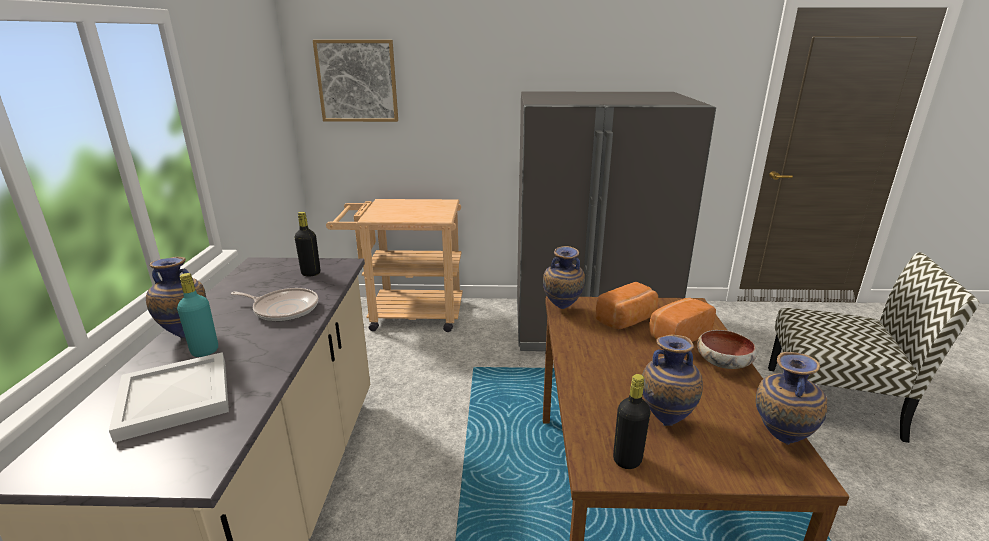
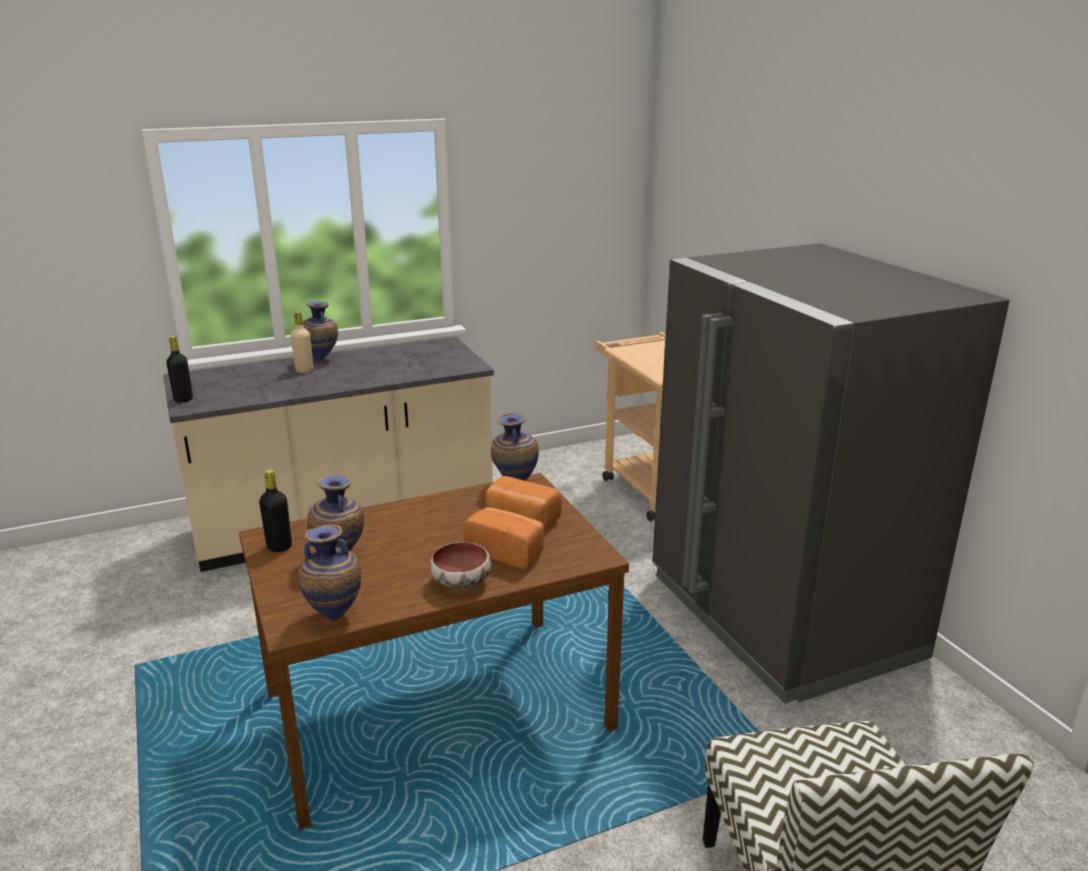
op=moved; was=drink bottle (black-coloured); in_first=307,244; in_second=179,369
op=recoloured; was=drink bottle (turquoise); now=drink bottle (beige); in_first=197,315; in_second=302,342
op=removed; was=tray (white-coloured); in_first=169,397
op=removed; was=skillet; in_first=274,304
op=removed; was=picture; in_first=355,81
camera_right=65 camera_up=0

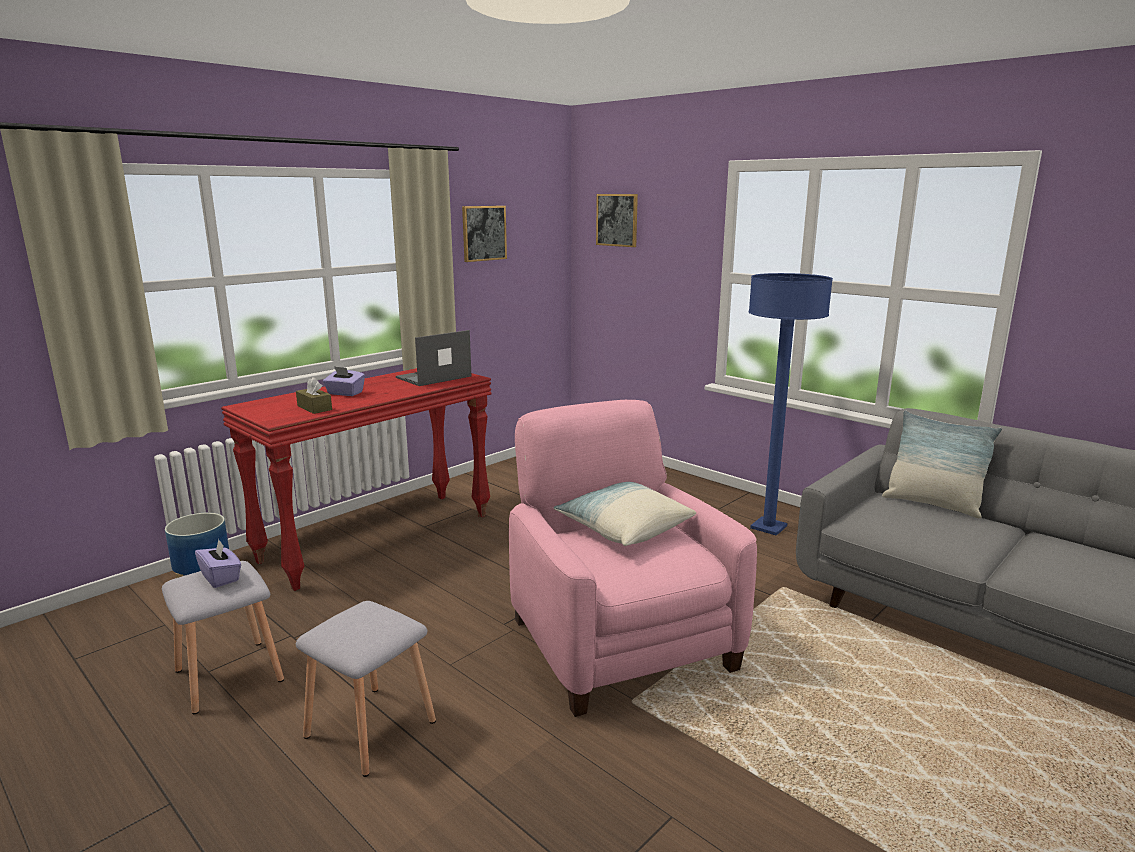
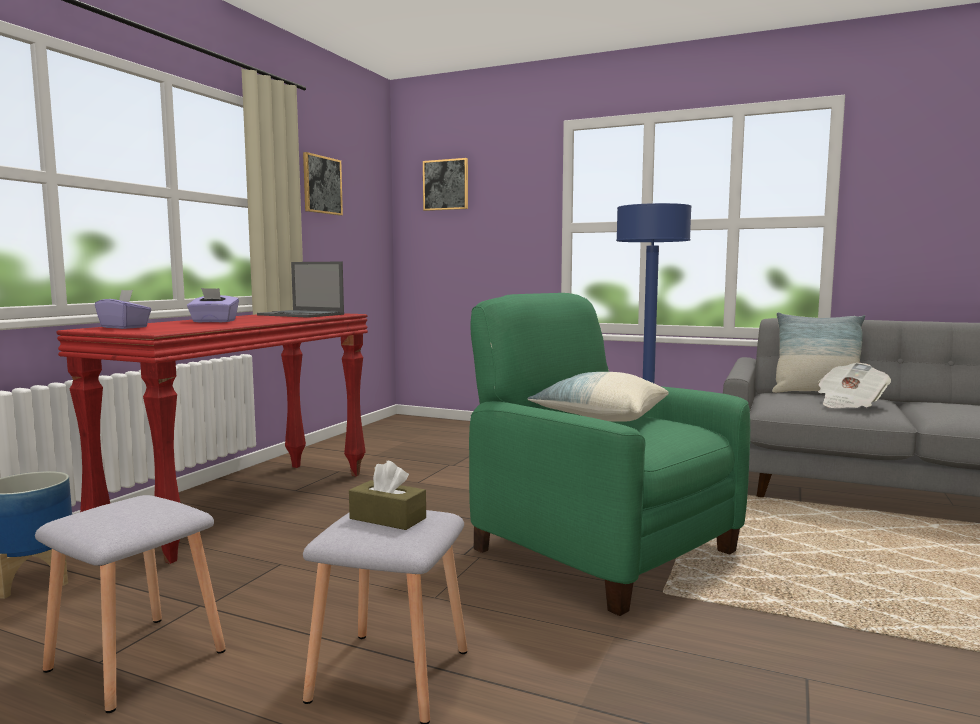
op=moved; was=tissue box (purple); in_first=218,563; in_second=123,309
op=turned; was=notebook computer; in_first=434,358; in_second=300,290; clockwise=-90
op=moved; was=tissue box (brown); in_first=314,395; in_second=387,495
op=recoloured; was=lounge chair (pinkish); now=lounge chair (greenish); in_first=633,558; in_second=609,454
op=added; now=daily paper; in_second=854,385
camera_right=-20 camera_up=-10

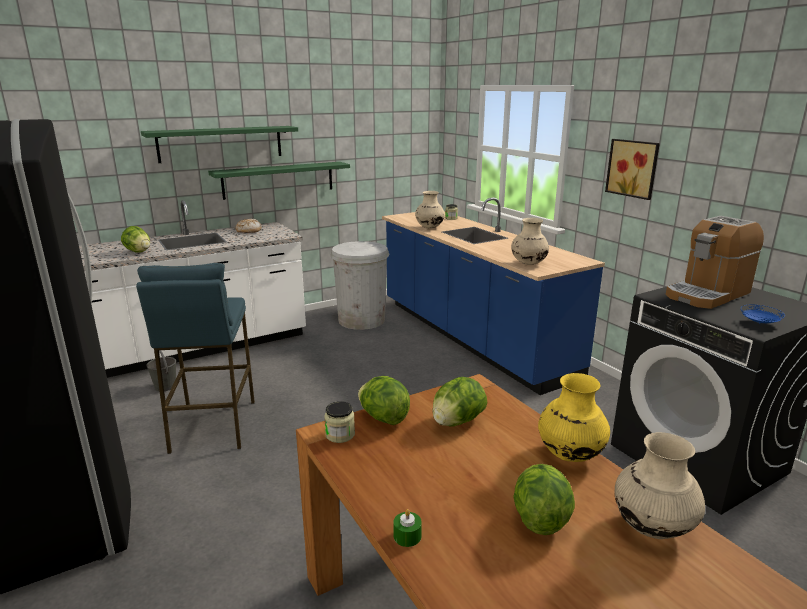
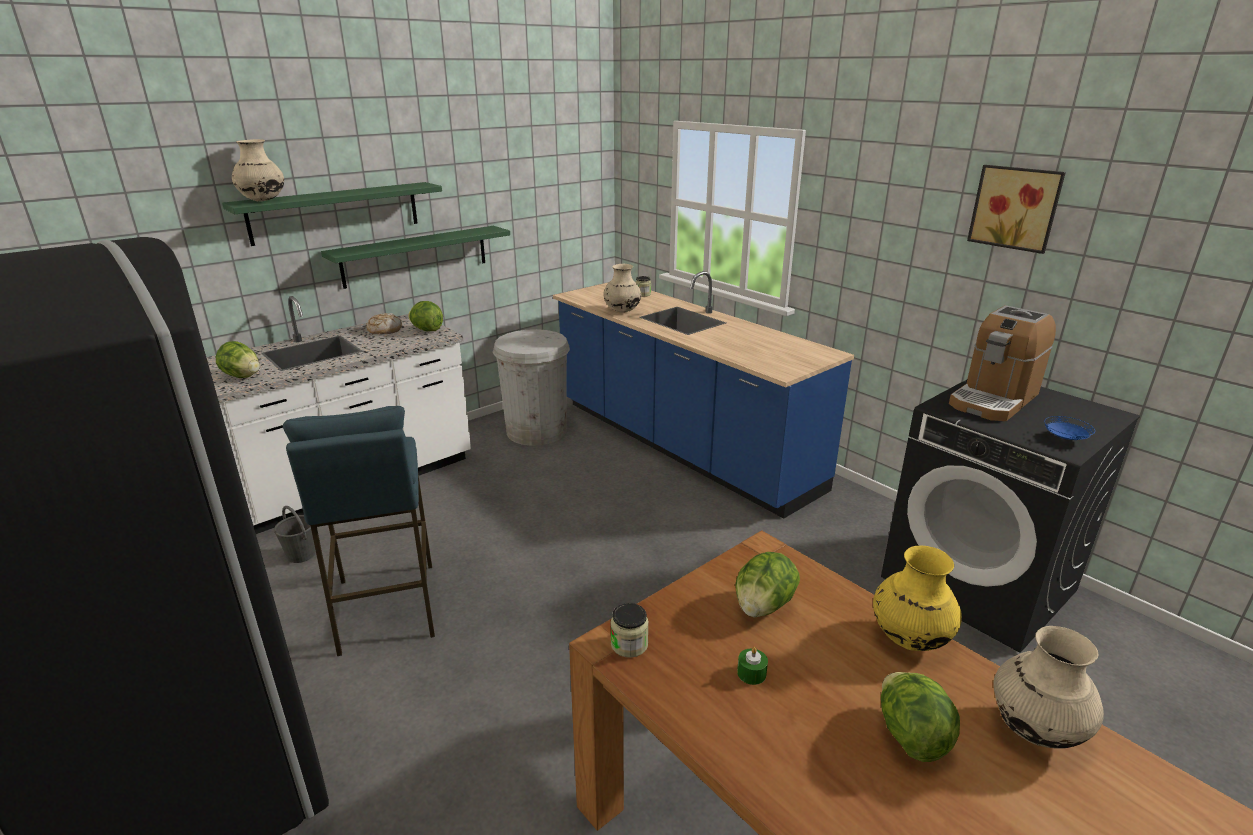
op=moved; was=flower vase (beige); in_first=530,241; in_second=258,170
op=moved; was=lettuce; in_first=384,400; in_second=425,316
op=moved; was=wax light (greenish); in_first=407,528; in_second=752,666
op=moved; was=picture; in_first=632,169; in_second=1016,209
camera_right=-10 camera_up=5

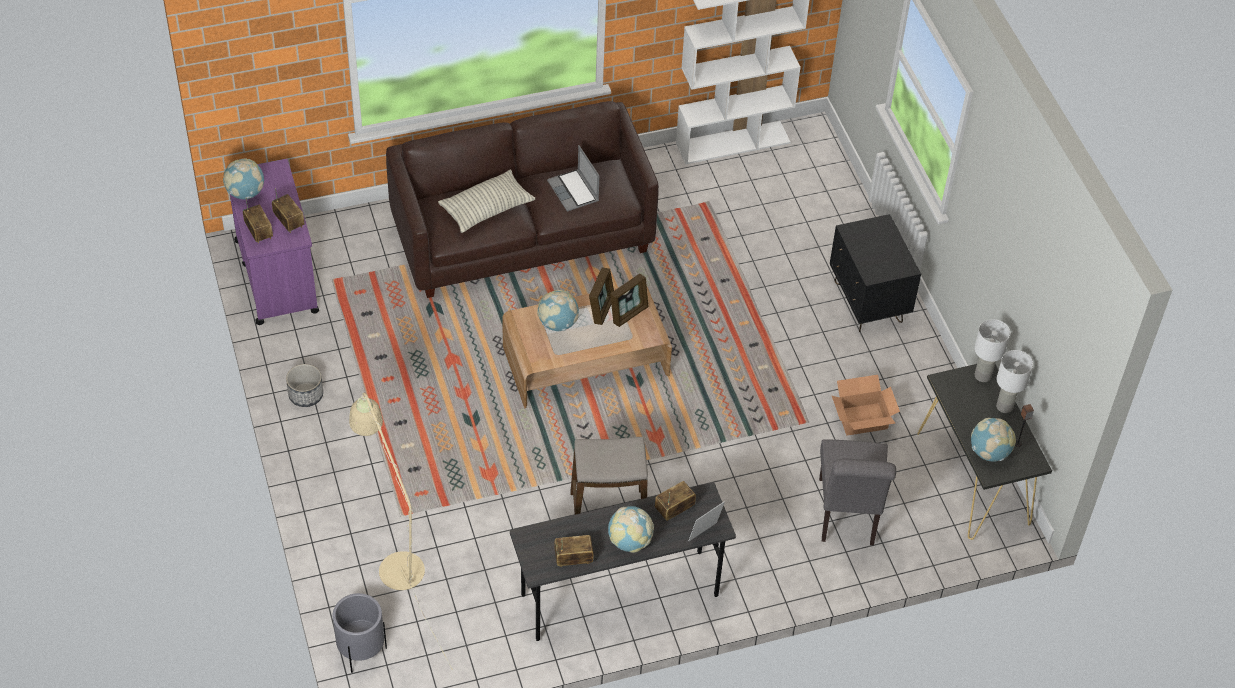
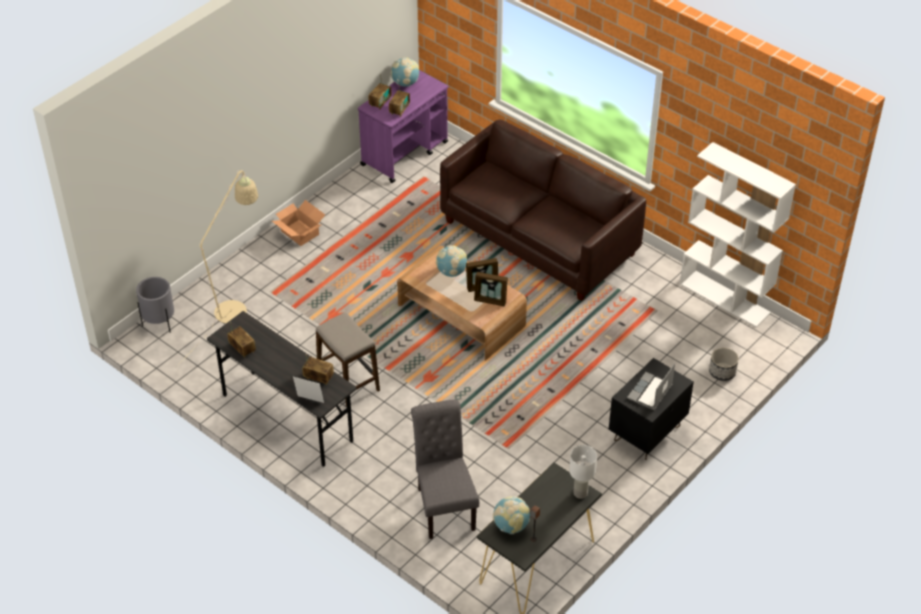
op=moved; was=carton; in_first=866,405; in_second=298,223
op=turned; was=plain chair (grey); in_first=857,492; in_second=445,469; clockwise=105
op=moved; was=notebook computer; in_first=573,178; in_second=651,386
op=moved; was=flower pot; in_first=304,385; in_second=724,364
op=removed; was=pillow; in_first=486,201
op=removed; was=desk globe; in_first=631,529
op=removed; was=tabletop lamp (white-coloured); in_first=1014,381
camera_right=60 camera_up=-5

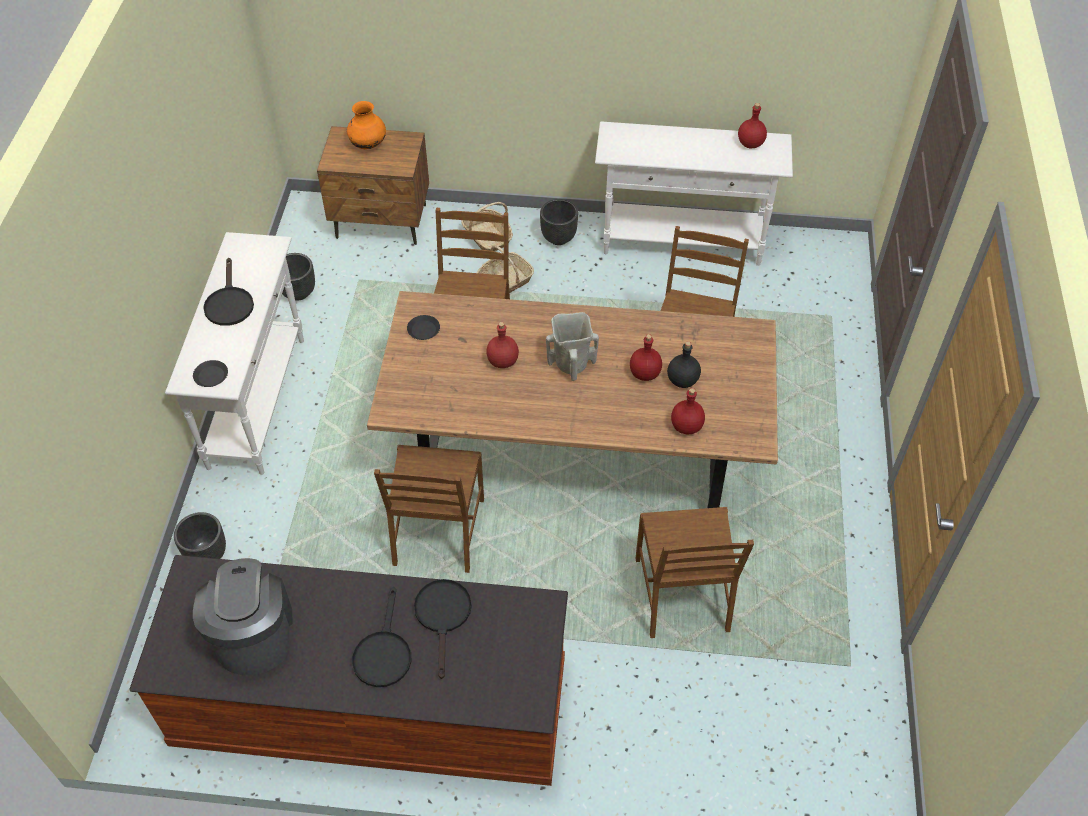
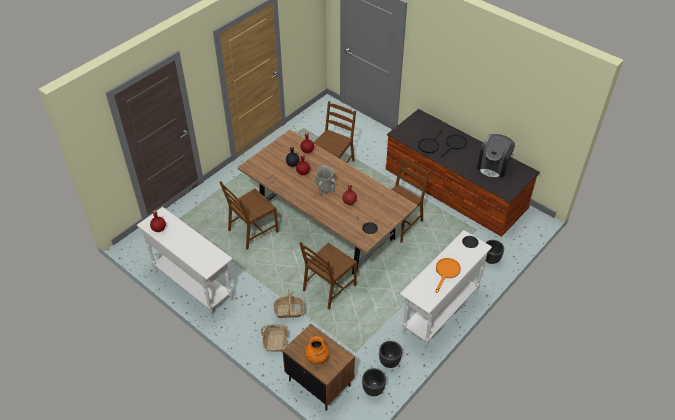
op=moved; was=flower pot (black-coloured); in_first=559,222; in_second=374,382
op=recoloured; was=skillet (black-coloured); now=skillet (orange); in_first=228,292; in_second=448,275
camera_right=-145 camera_up=-5

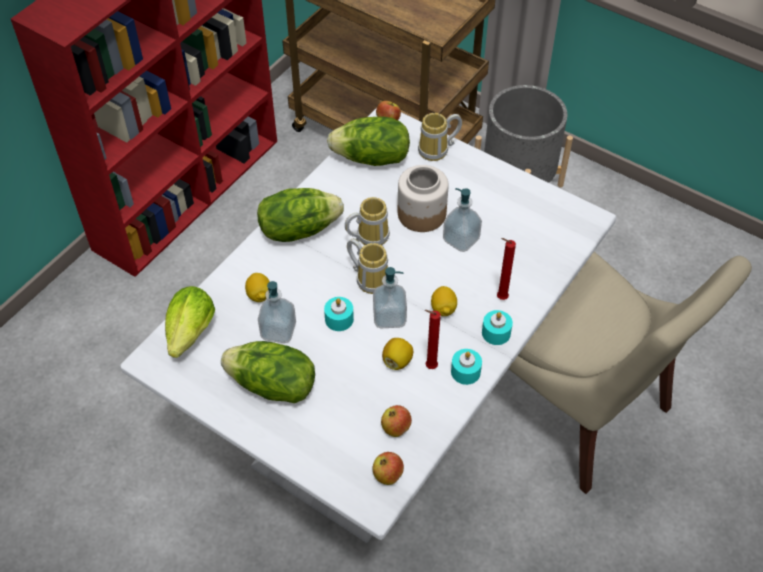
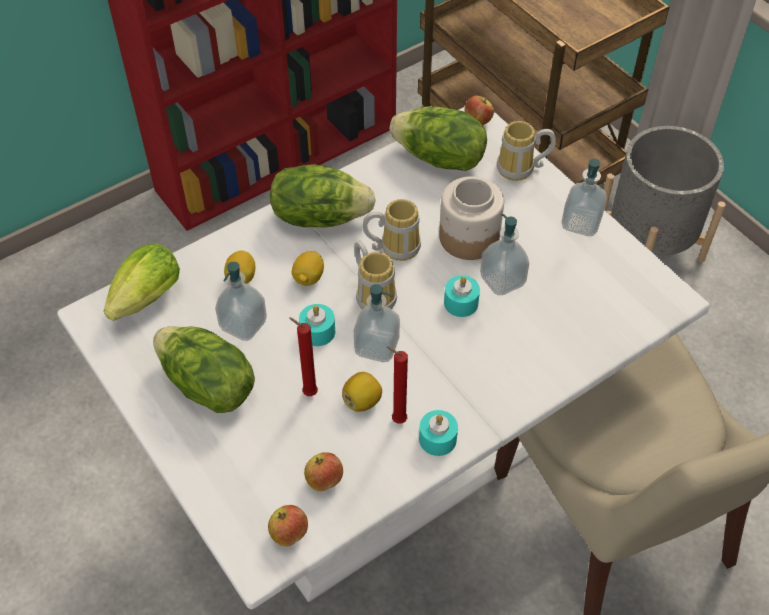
op=moved; was=wax light (reddish); in_first=506,269; in_second=303,356
op=moved; was=lemon; in_first=444,301; in_second=308,268
op=moved; was=wax light (turquoise); in_first=497,327; in_second=462,296
op=added; now=soap dispenser; in_second=584,197
camera_right=20 camera_up=0

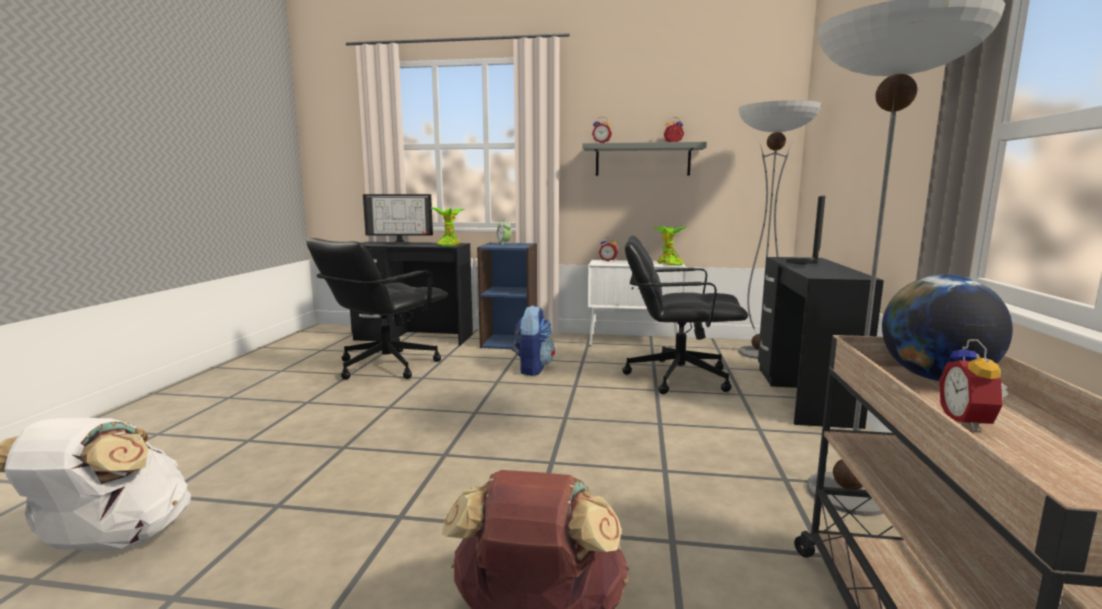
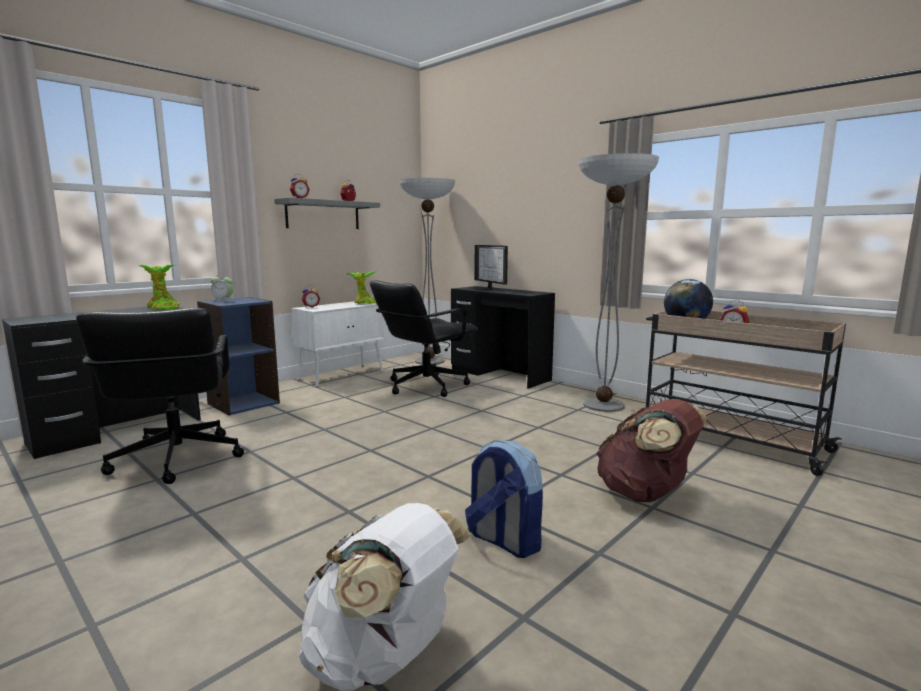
op=moved; was=backpack; in_first=533,340; in_second=504,499
op=removed; was=computer screen; in_first=398,219
camera_right=-55 camera_up=0

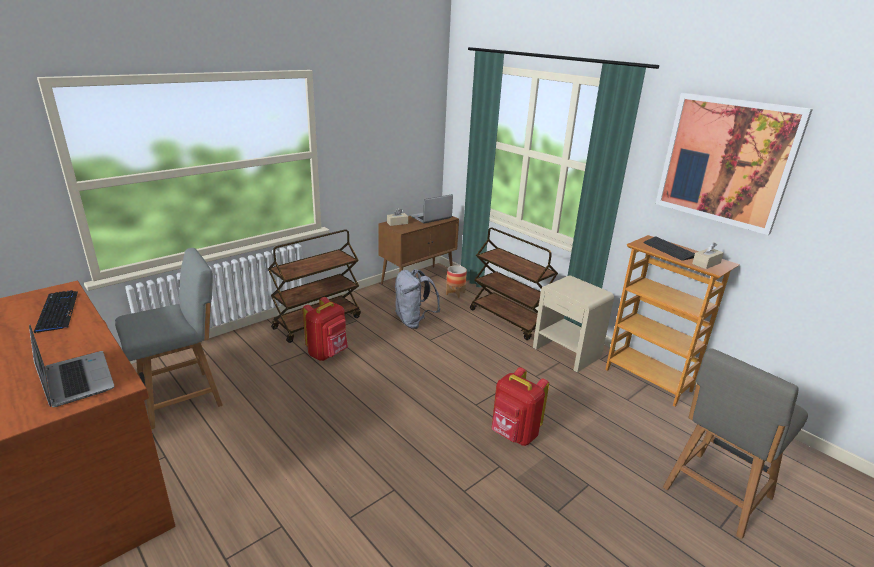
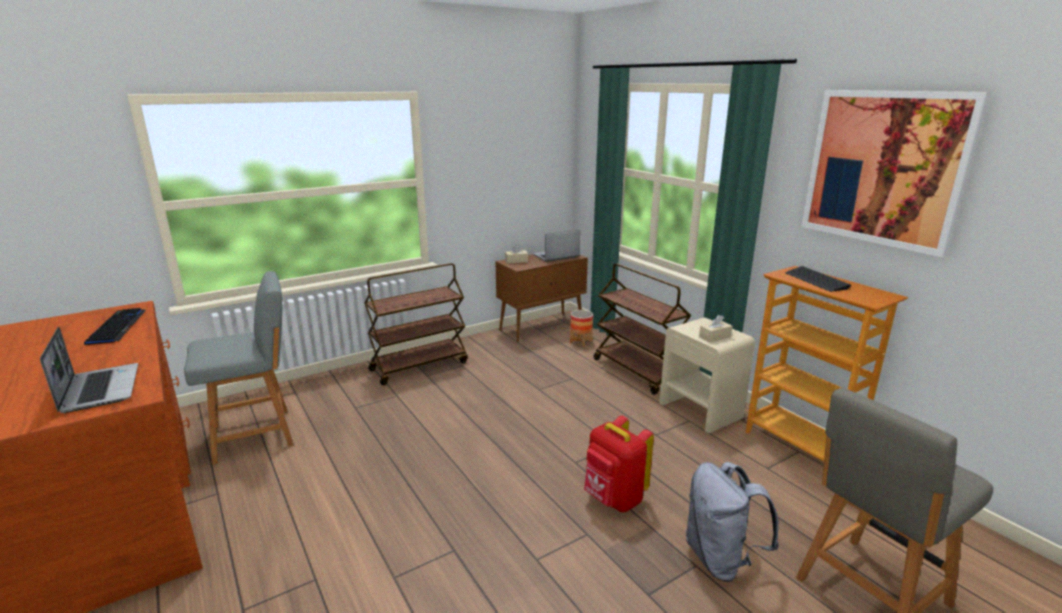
op=moved; was=backpack (grey); in_first=417,299; in_second=732,522
op=moved; was=tissue box (beige); in_first=708,255; in_second=715,329
op=removed; was=backpack (reddish); in_first=325,329
camera_right=10 camera_up=-5

